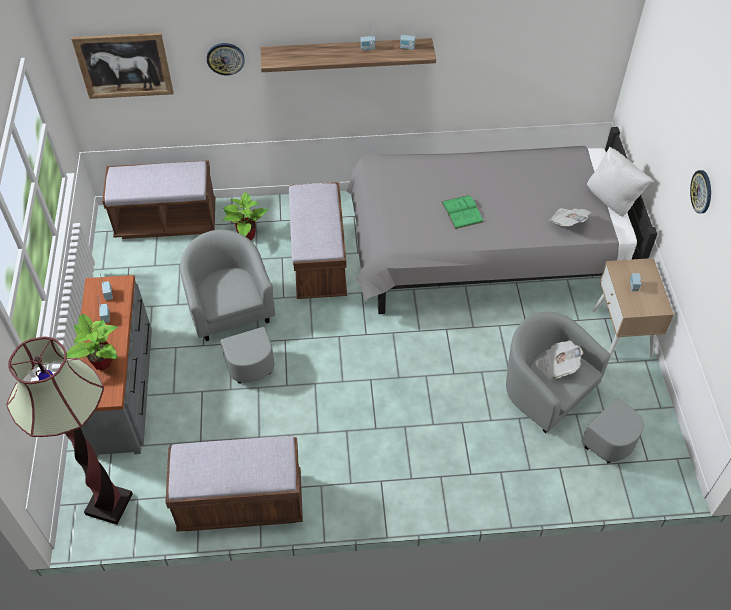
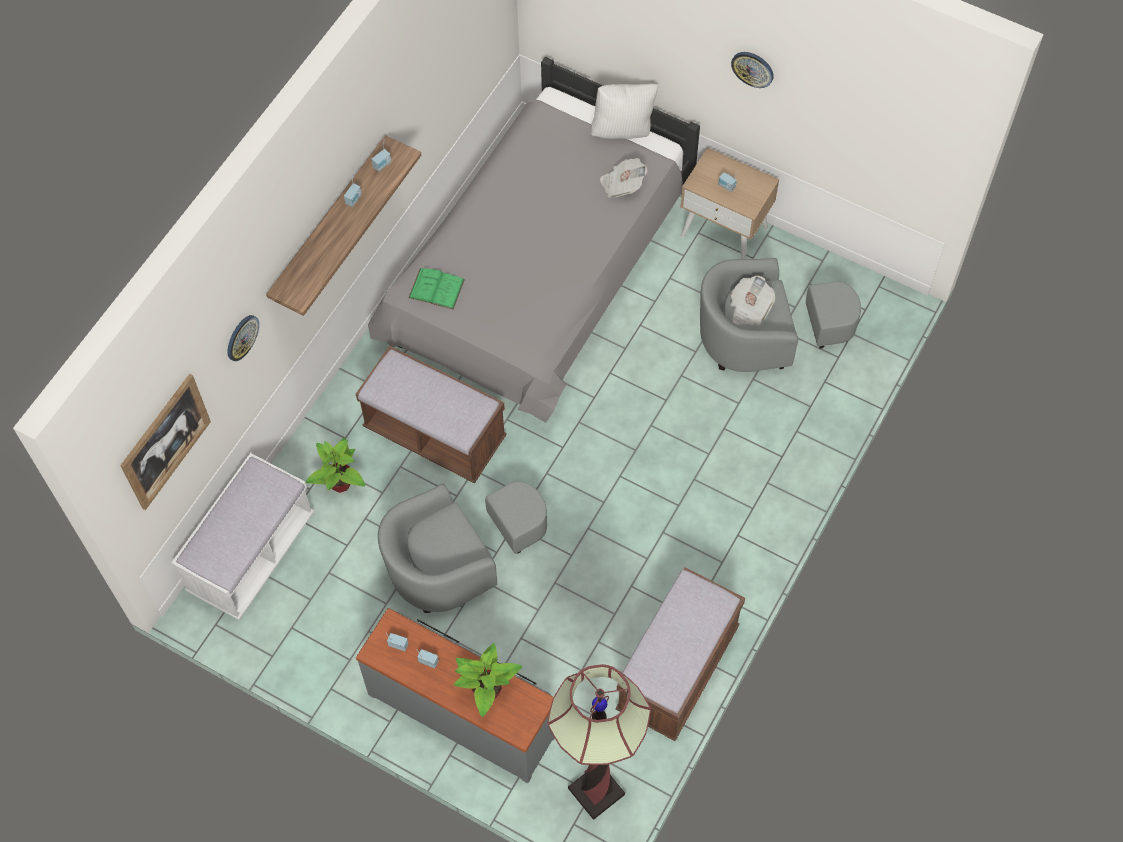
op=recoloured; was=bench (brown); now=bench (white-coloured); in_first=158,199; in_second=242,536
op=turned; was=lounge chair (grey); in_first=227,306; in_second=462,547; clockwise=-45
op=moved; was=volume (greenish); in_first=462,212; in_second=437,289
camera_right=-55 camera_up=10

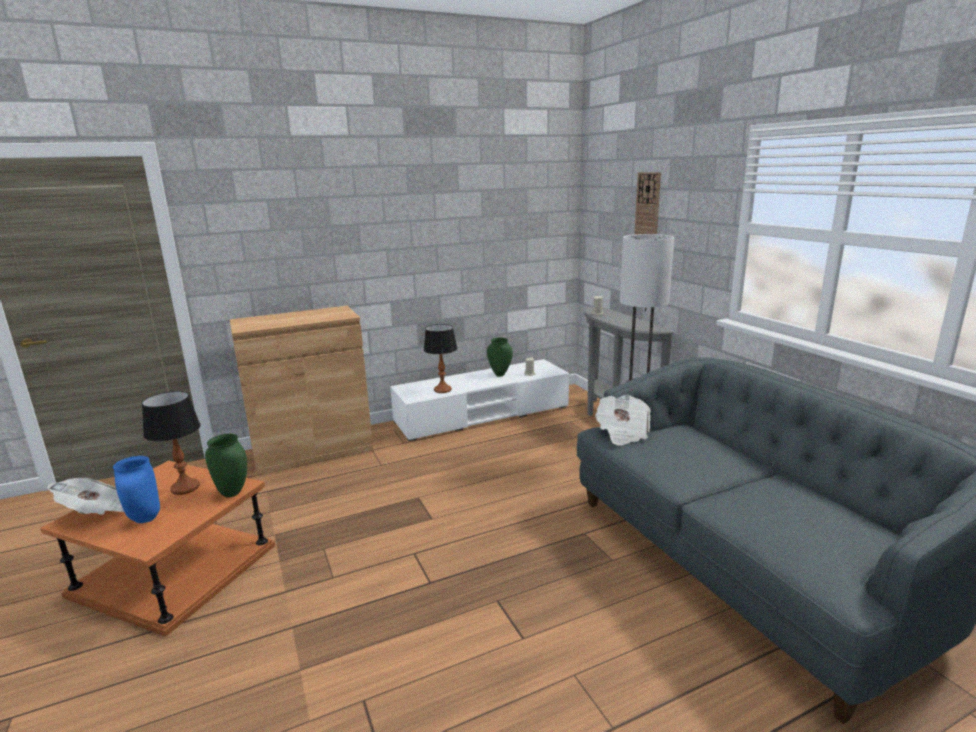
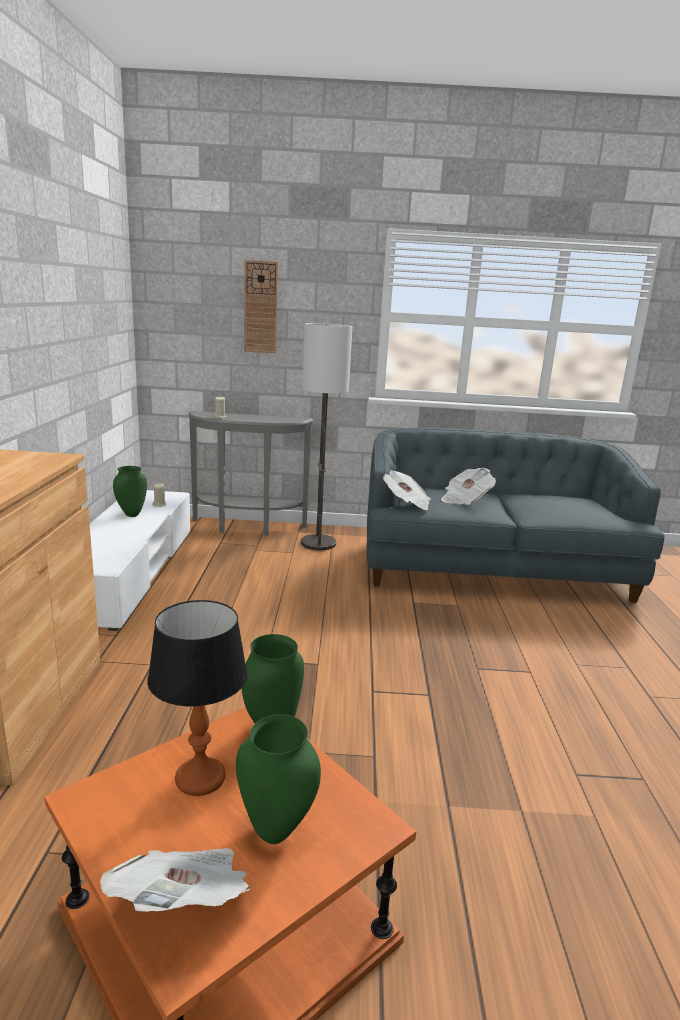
op=recoloured; was=flower vase (bluish); now=flower vase (greenish); in_first=136,489; in_second=278,779
op=added; now=daily paper; in_second=468,486
op=removed; was=tabletop lamp; in_first=440,358
camera_right=-65 camera_up=0

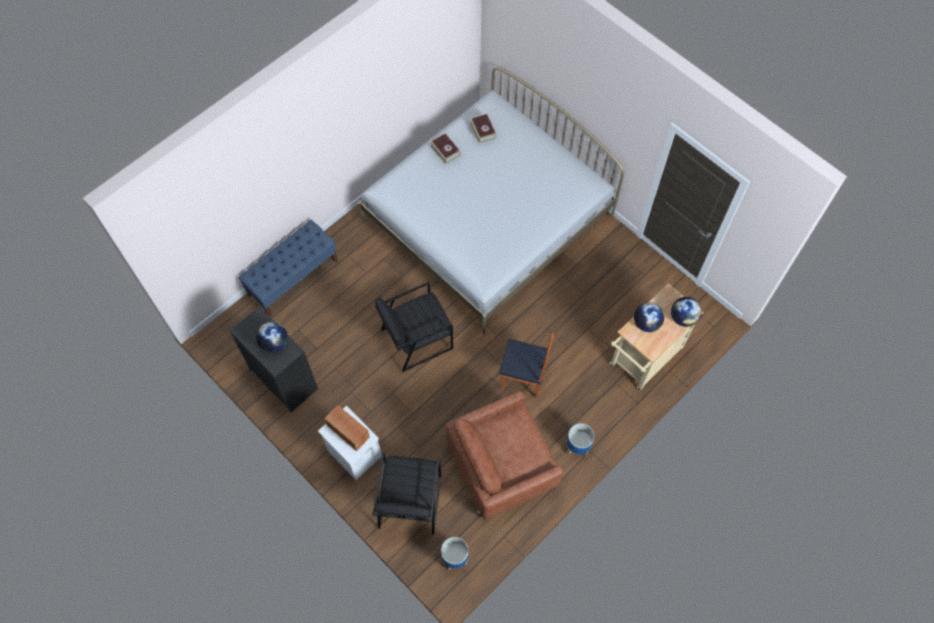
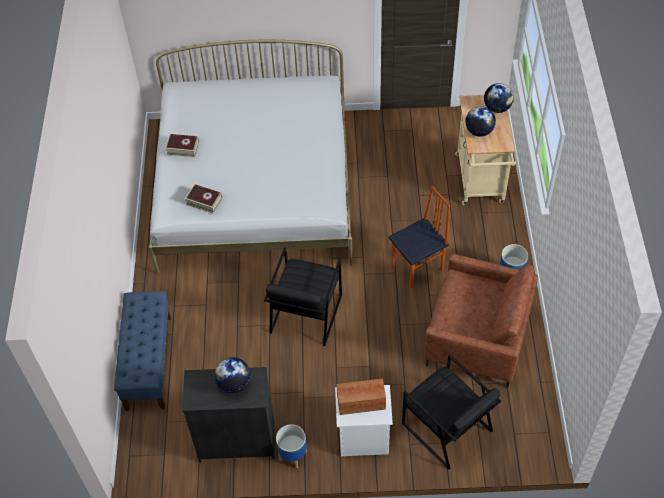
op=moved; was=volume; in_first=483,128; in_second=203,198
op=moved; was=flower pot; in_first=454,554; in_second=291,446
op=turned; was=lounge chair (brown); in_first=504,456; in_second=481,321; clockwise=-90
camera_right=-45 camera_up=-10

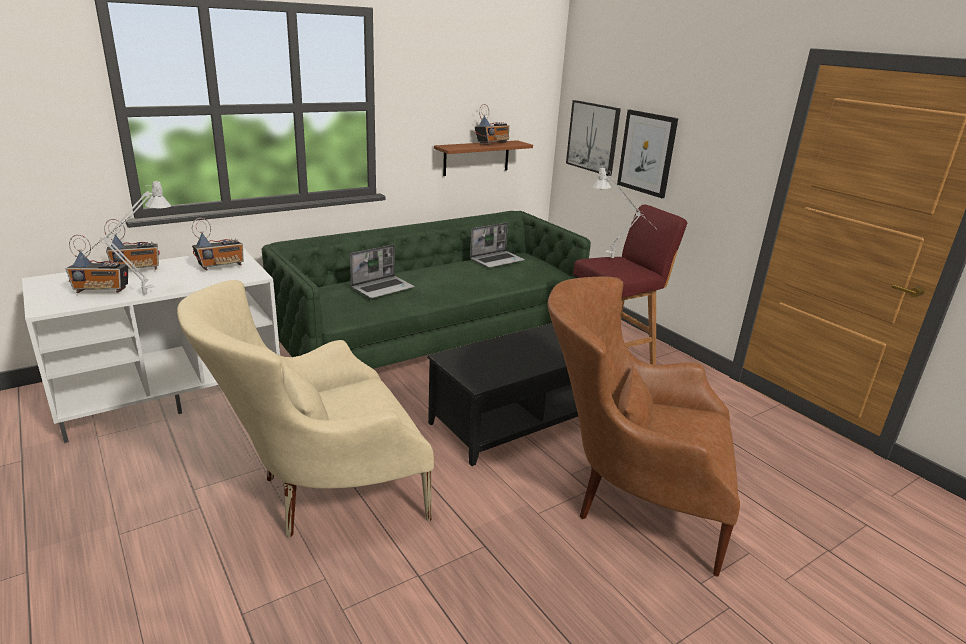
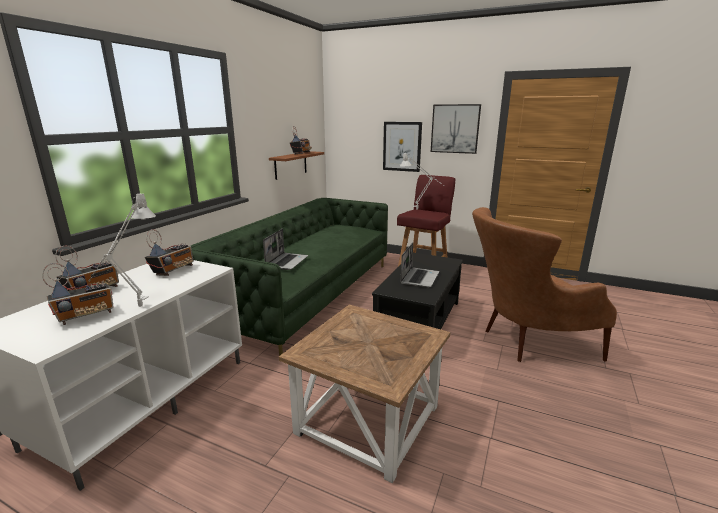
op=replaced; was=lounge chair (beige); now=accent table (brown); in_first=305,409; in_second=364,393
op=moved; was=notebook computer; in_first=497,245; in_second=420,265
op=moved; was=picture; in_first=593,138; in_second=456,129
camera_right=-30 camera_up=-5

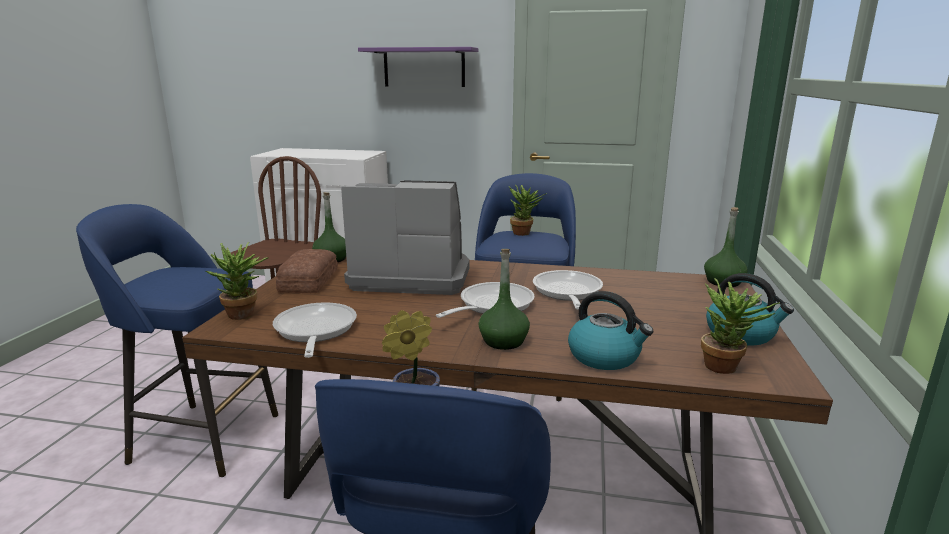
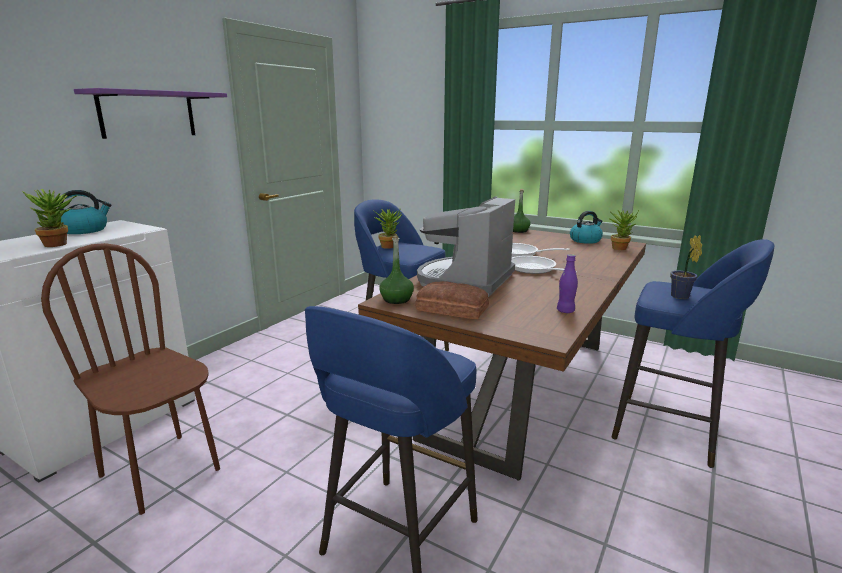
op=moved; was=houseplant; in_first=237,281; in_second=50,218
op=moved; was=tea kettle; in_first=610,330; in_second=84,212
op=replaced; was=skillet; now=drink bottle (purple); in_first=315,330; in_second=567,283
op=removed; was=drink bottle (greenish); in_first=504,299
camera_right=-70 camera_up=0

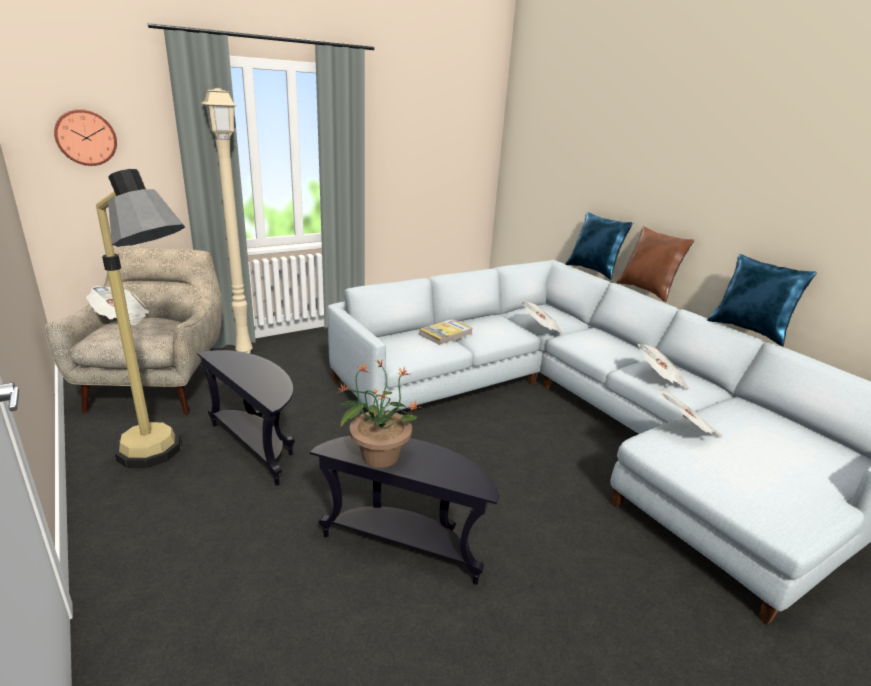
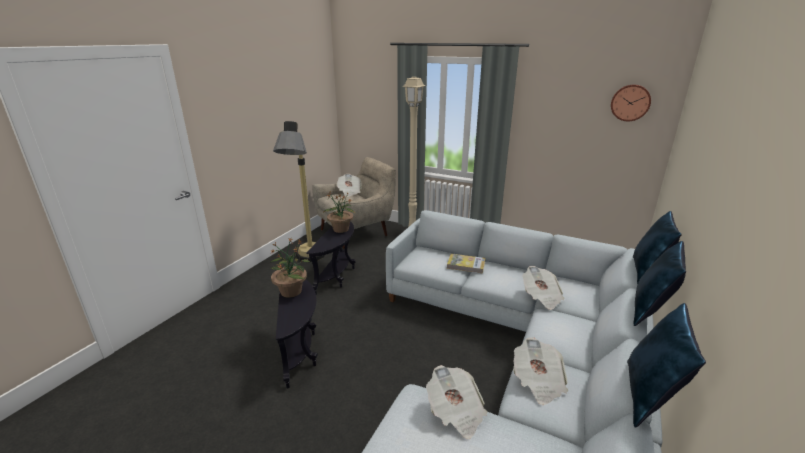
op=added; now=houseplant; in_second=339,212
op=moved; was=wall clock; in_first=85,137; in_second=631,102
op=recoloured; was=pillow (brown); now=pillow (bluish); in_first=655,264; in_second=659,283
camera_right=60 camera_up=0

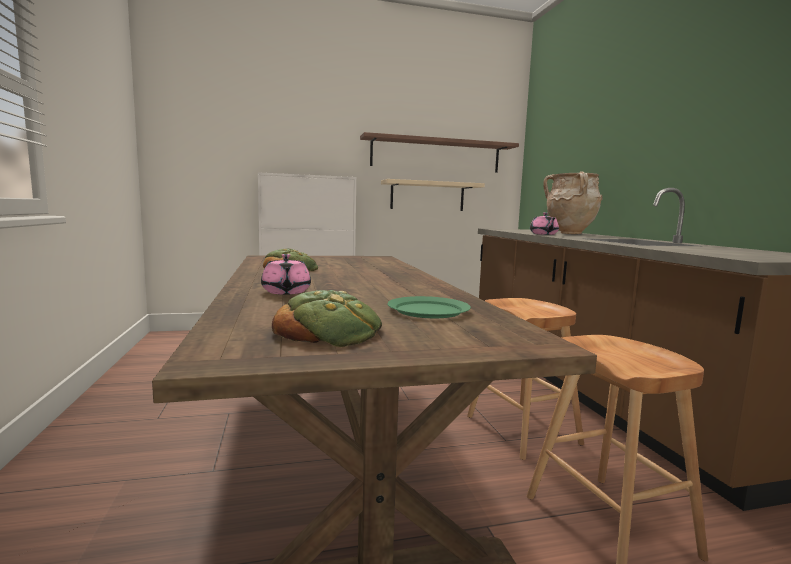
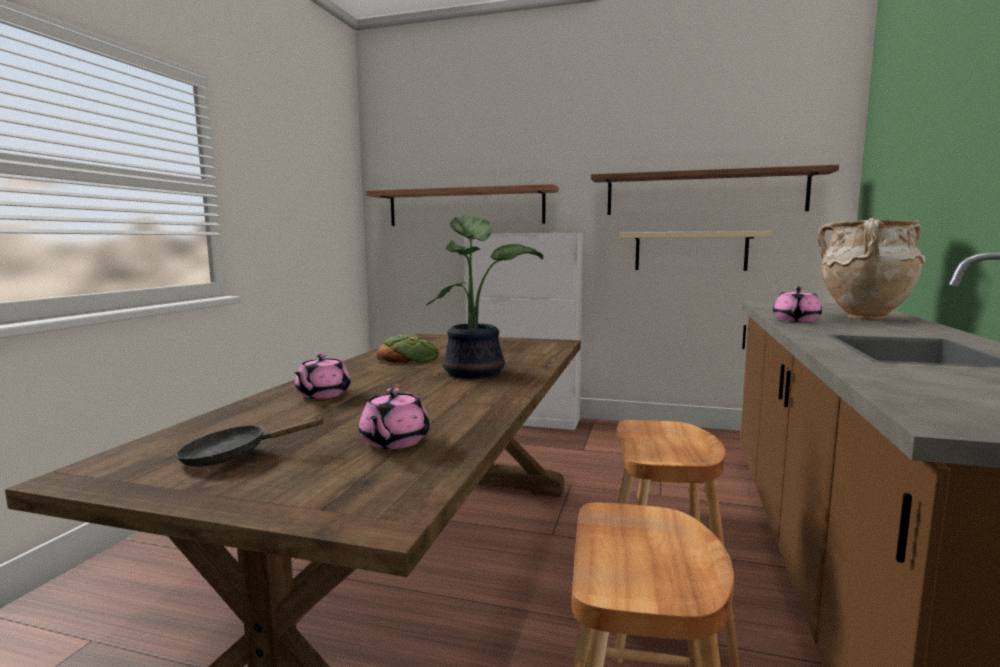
op=replaced; was=baked bread; now=skillet (black-coloured); in_first=327,318; in_second=250,442
op=replaced; was=dinner plate (greenish); now=pot for tea (pinkish); in_first=429,307; in_second=394,418
op=added; now=shelf; in_second=462,205
op=added; now=houseplant; in_second=484,297
camera_right=30 camera_up=0

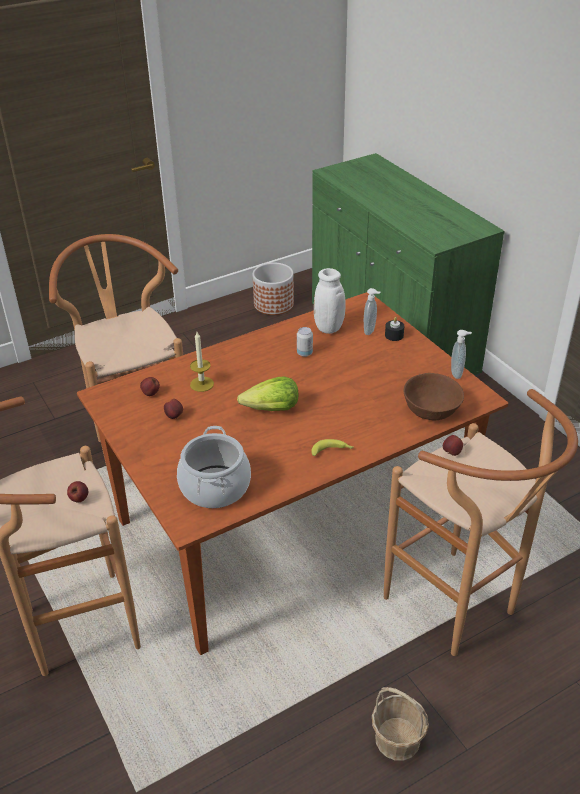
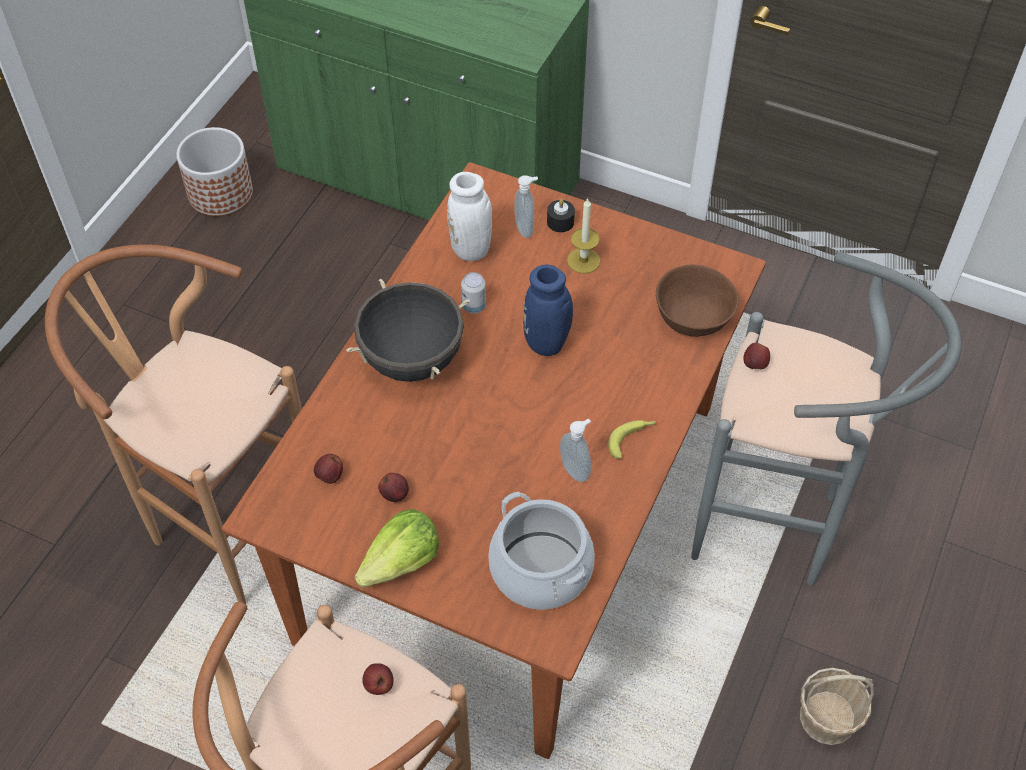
op=added; now=stockpot (black-coloured); in_second=408,330
op=moved; was=lettuce; in_first=267,393; in_second=396,548
op=added; now=flower vase (bluish); in_second=548,310
op=moved; was=soap dispenser; in_first=461,354; in_second=575,450
op=moved; was=wax light; in_first=202,362; in_second=584,236
op=recoloured; was=stool seat (brown); now=stool seat (grey); in_first=481,522; in_second=826,418
camera_right=-35 camera_up=15

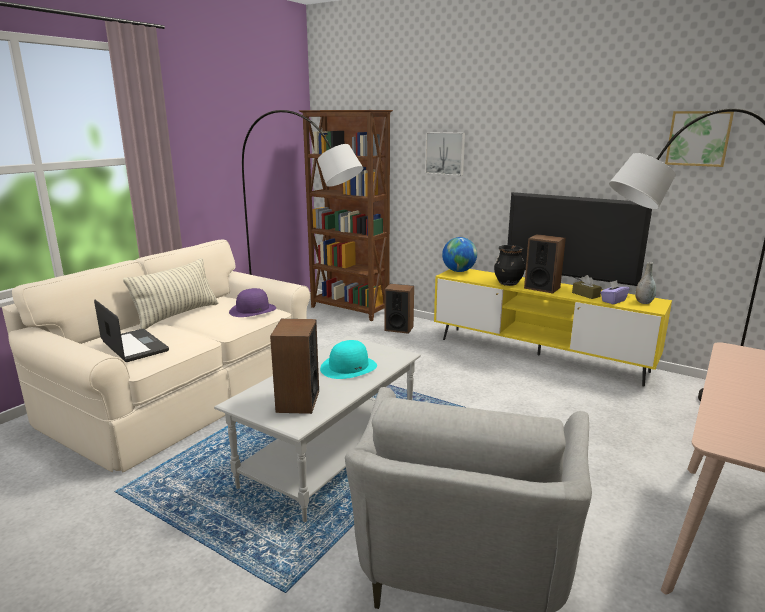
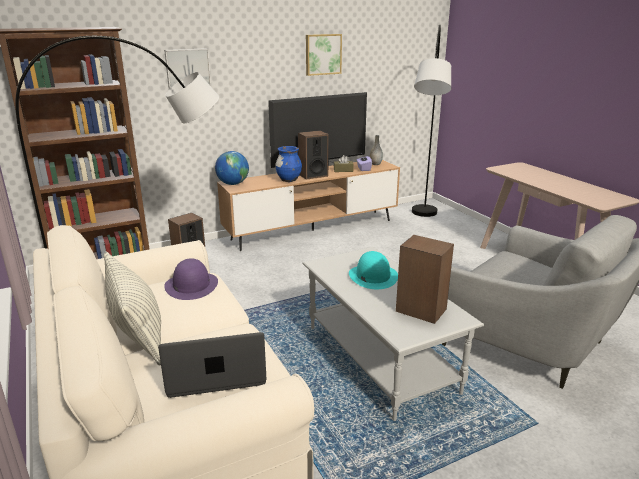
op=recoloured; was=tv unit (yellow); now=tv unit (brown); in_first=553,328; in_second=308,205
op=recoloured; was=flower vase (black-coloured); now=flower vase (bluish); in_first=509,265; in_second=289,164
op=moved; was=picture; in_first=699,139; in_second=324,55
camera_right=-60 camera_up=5

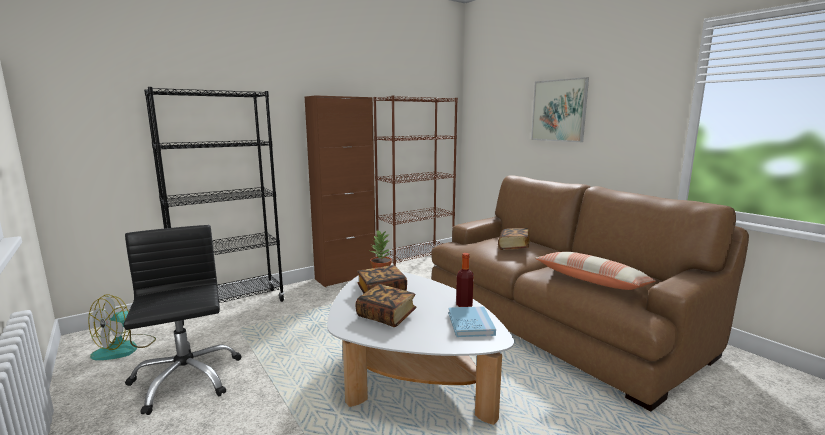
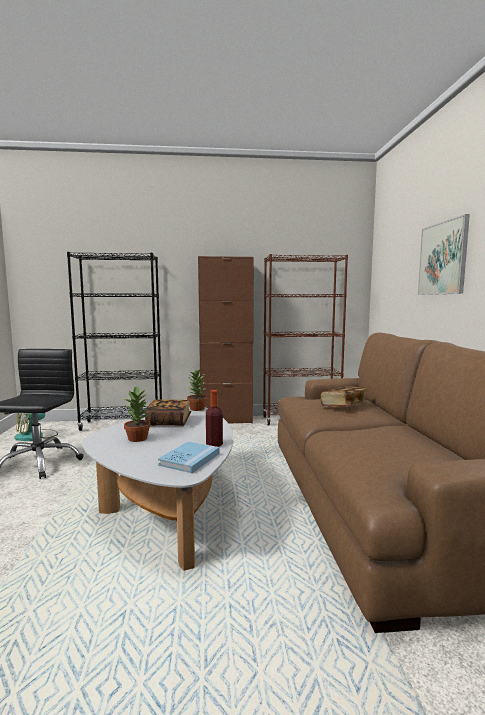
op=replaced; was=volume; now=houseplant; in_first=386,305; in_second=137,414
op=removed; was=pillow; in_first=595,271
camera_right=30 camera_up=-5

